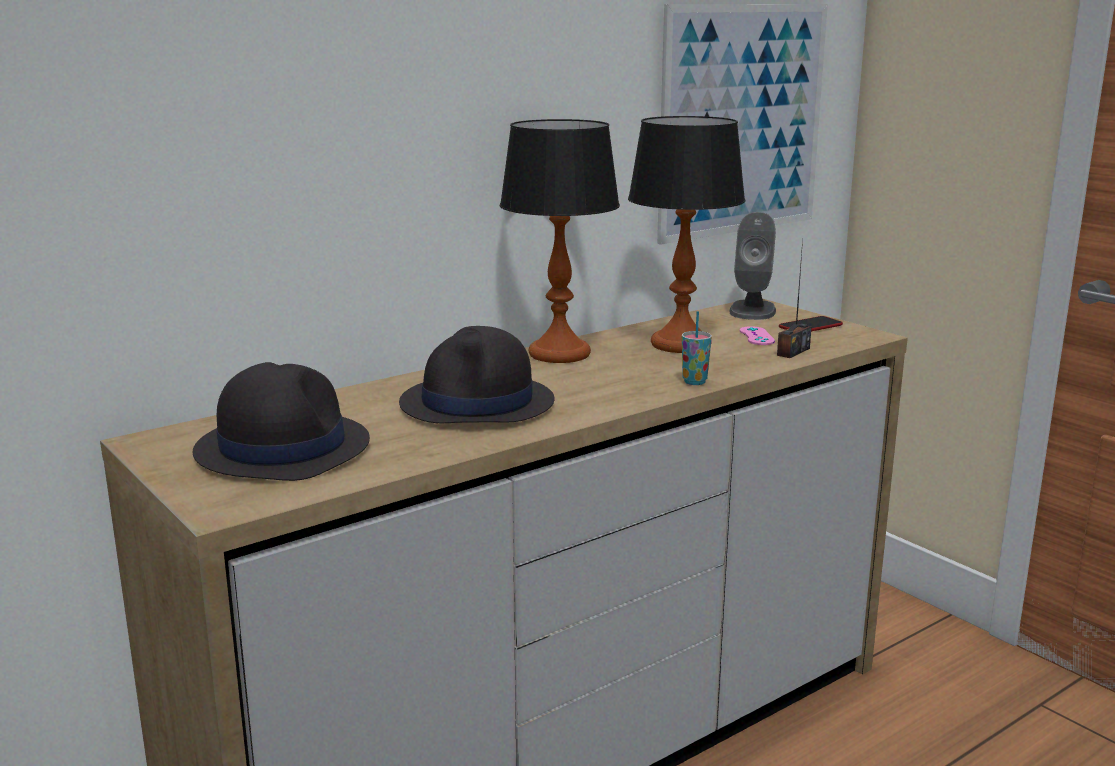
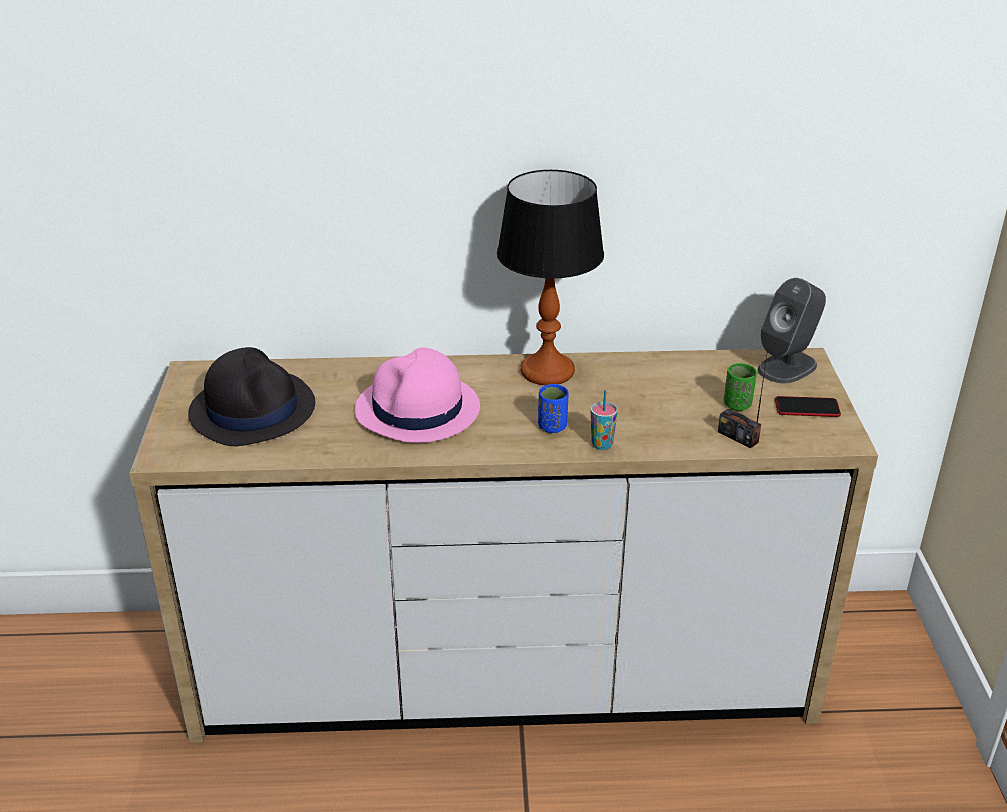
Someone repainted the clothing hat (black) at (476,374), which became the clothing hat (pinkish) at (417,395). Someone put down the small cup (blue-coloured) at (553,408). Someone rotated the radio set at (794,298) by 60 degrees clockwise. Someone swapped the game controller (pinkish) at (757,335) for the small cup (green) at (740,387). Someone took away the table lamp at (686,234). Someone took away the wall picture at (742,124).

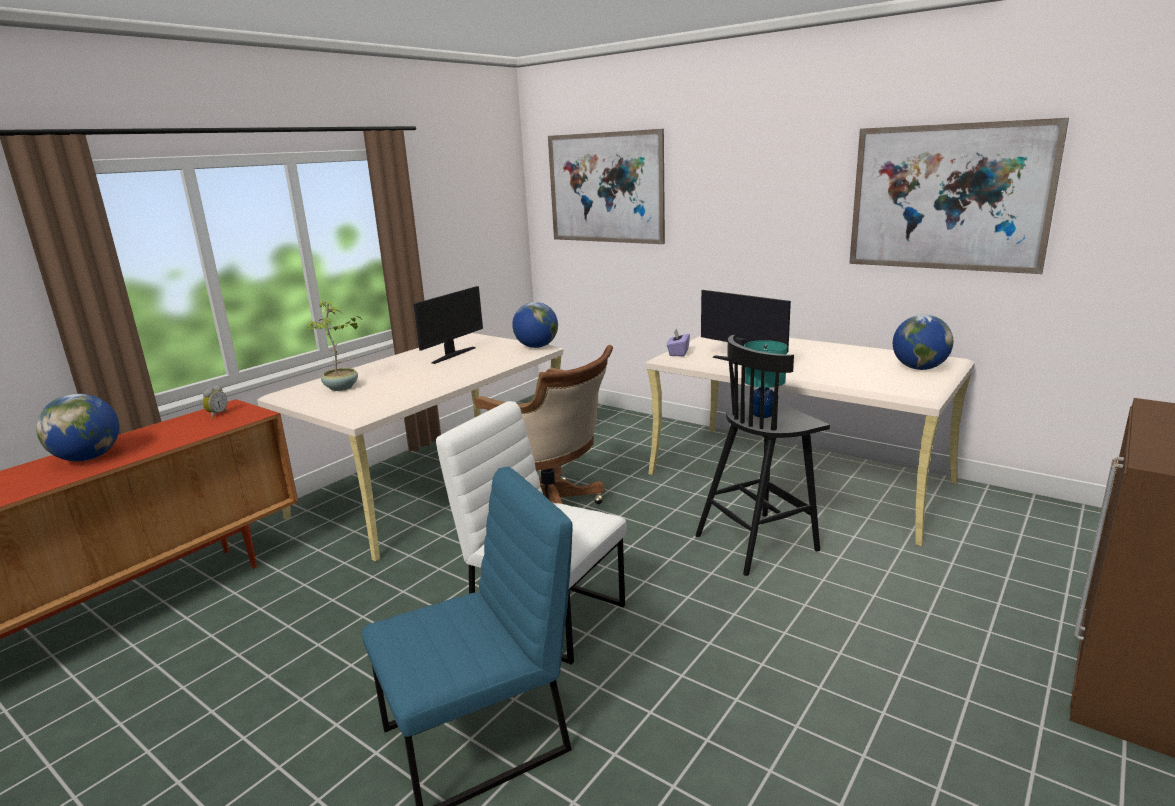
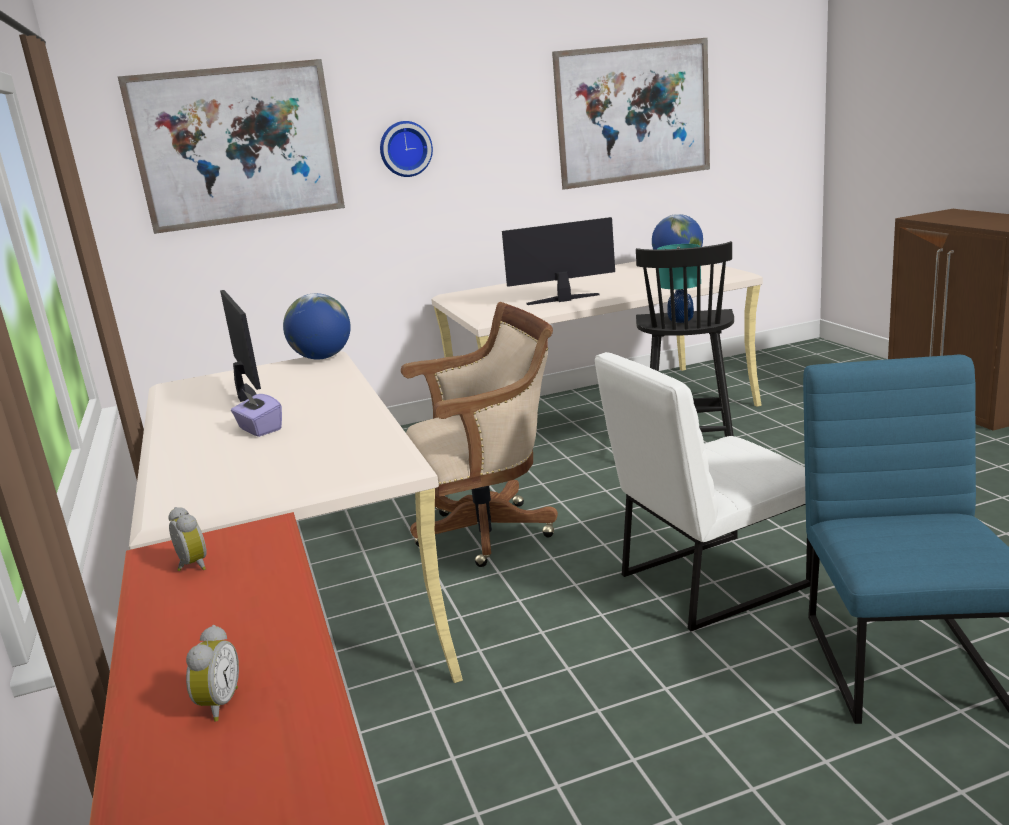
Someone swapped the world globe at (77,427) for the bedside clock at (212,673). Someone carried the tissue holder (purplish) from (678,342) to (256,414). Someone put up the wall clock at (406,149). Someone took away the houseplant at (333,346).

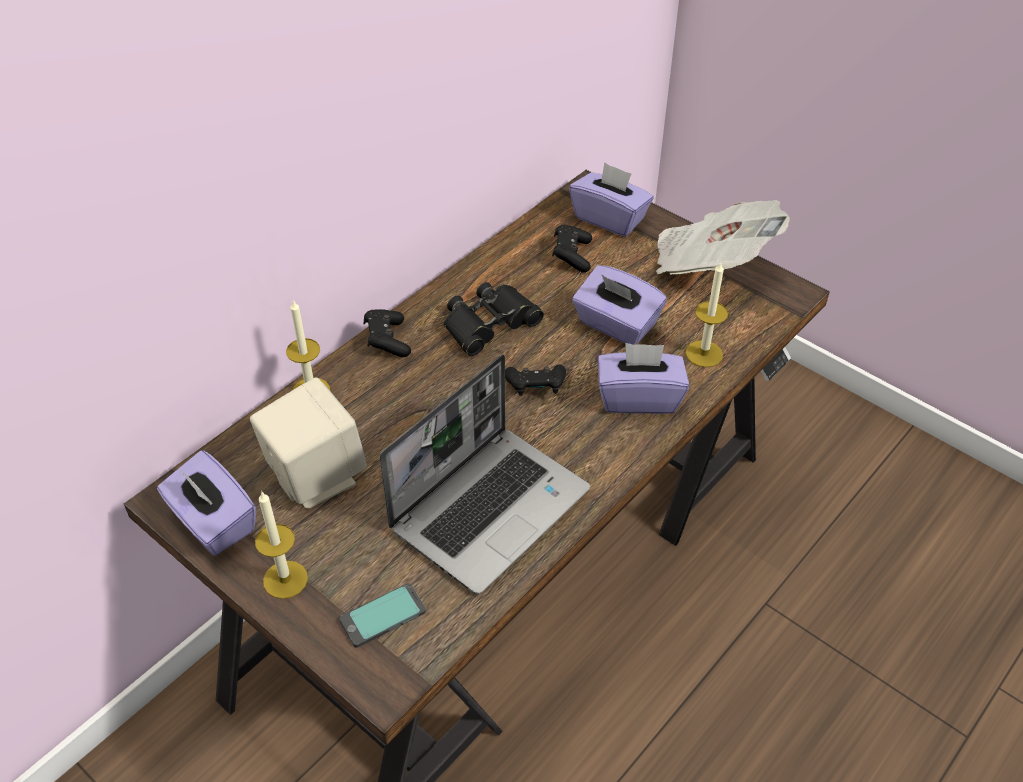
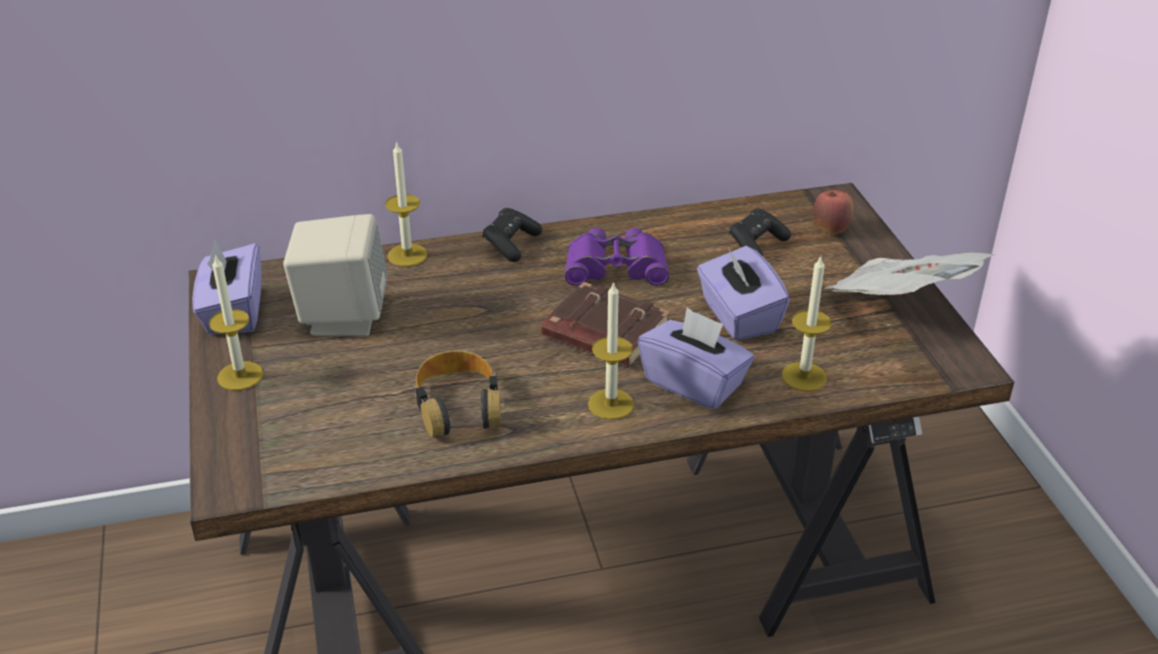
Someone swapped the notebook computer at (485,474) for the pair of headphones at (457,393). Someone swapped the game controller (black) at (535,380) for the volume (brown) at (605,324). Someone repainted the field glasses (black) at (494,319), which became the field glasses (purplish) at (616,257). Someone put down the wax candle at (611,350). Someone swapped the tissue holder (purplish) at (611,199) for the apple at (833,212). Someone took away the handset at (382,615).

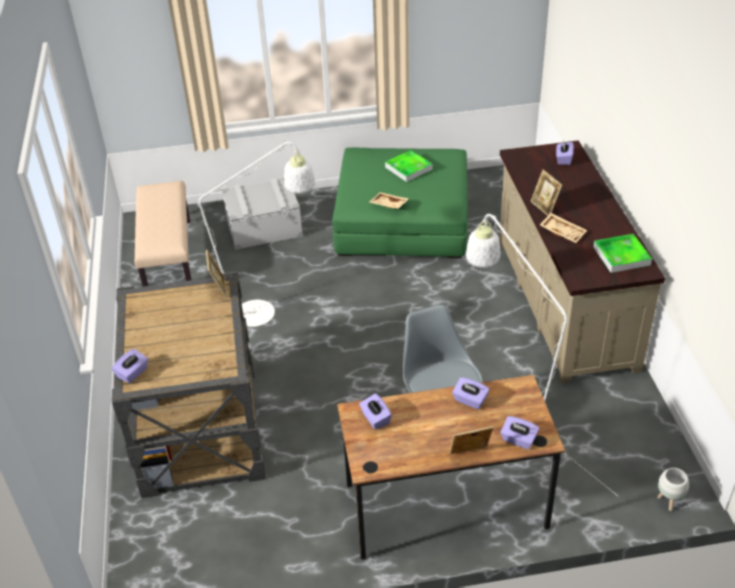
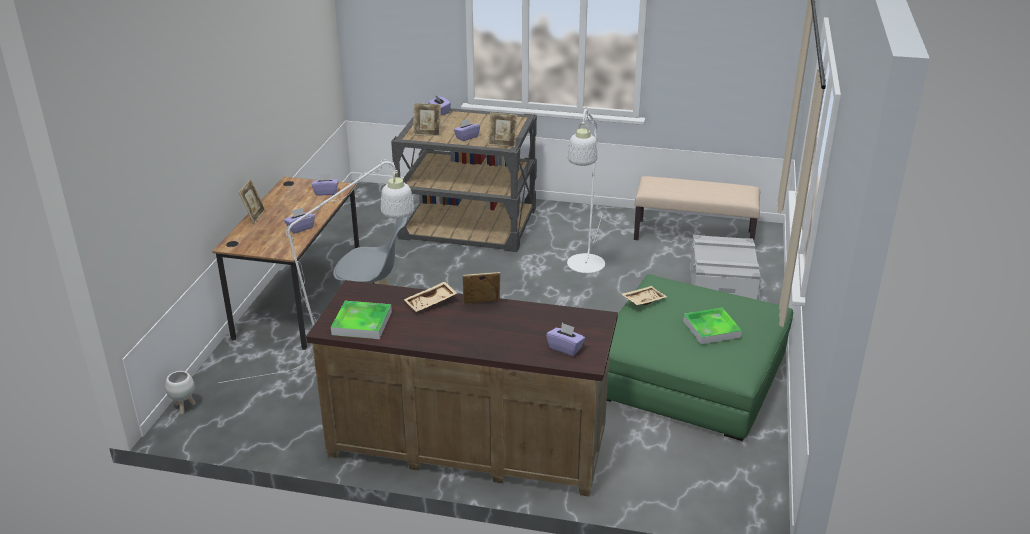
Someone put down the picture frame at (427,119). Someone carried the tissue holder (purplish) from (520,432) to (467,130).

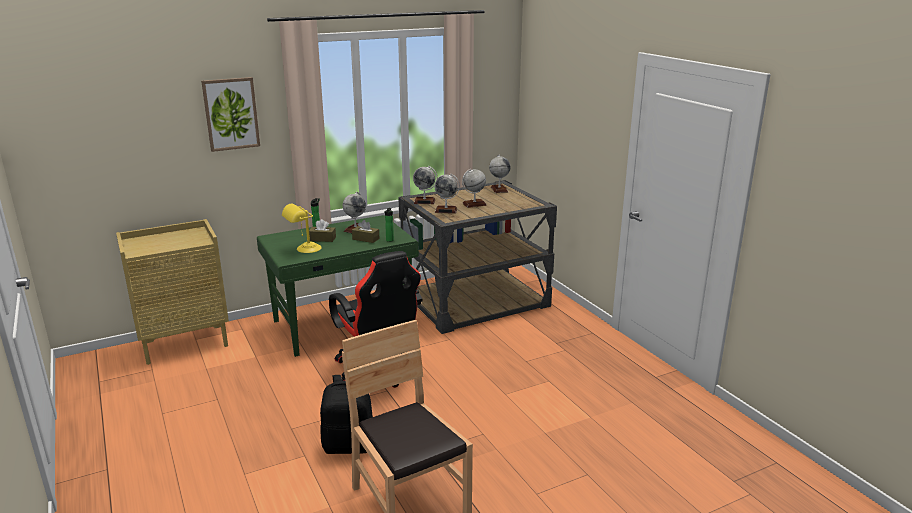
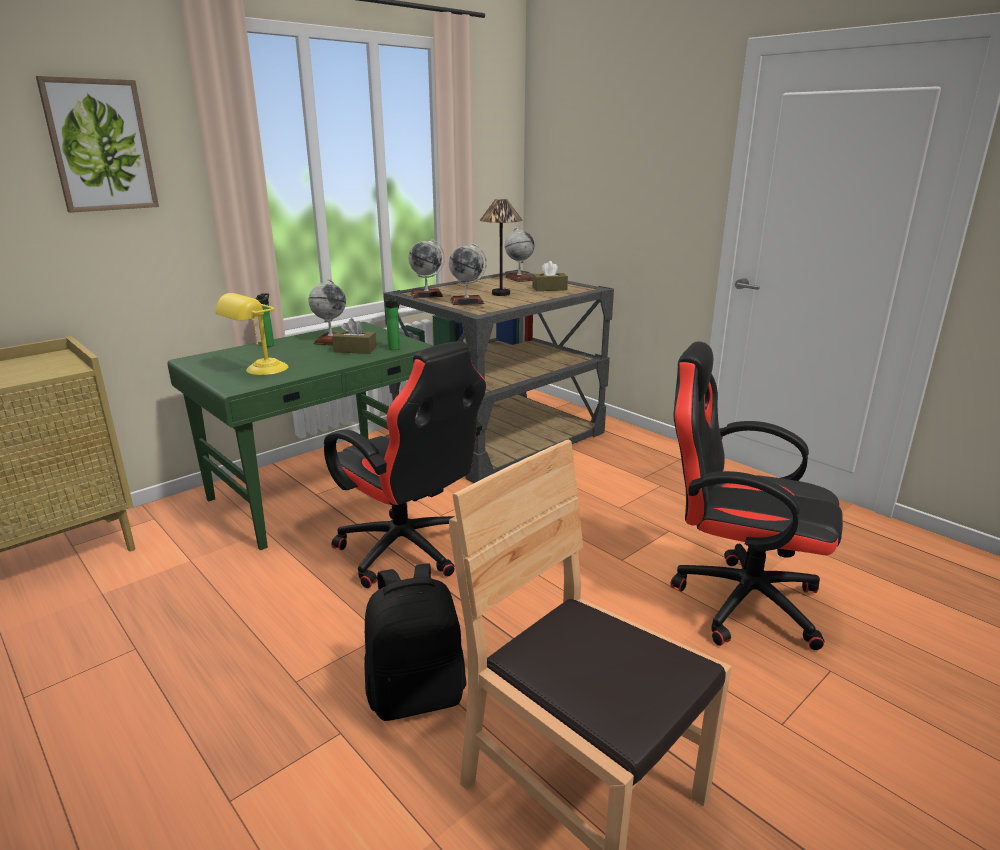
Someone swapped the world globe at (474,188) for the table lamp at (501,247). Someone carried the tissue holder (brown) from (322,230) to (550,276). Someone put down the office chair (black) at (757,495).

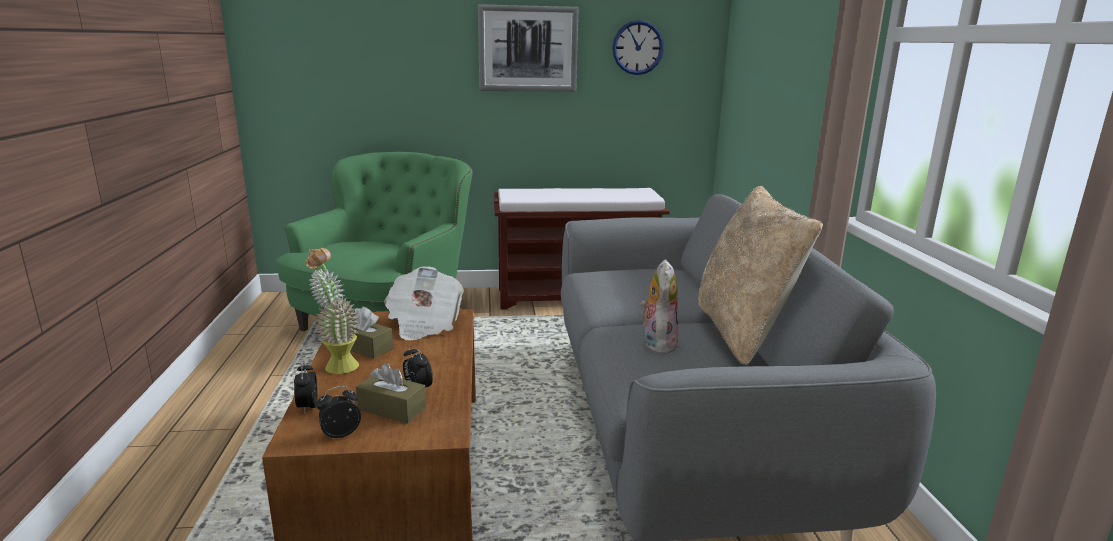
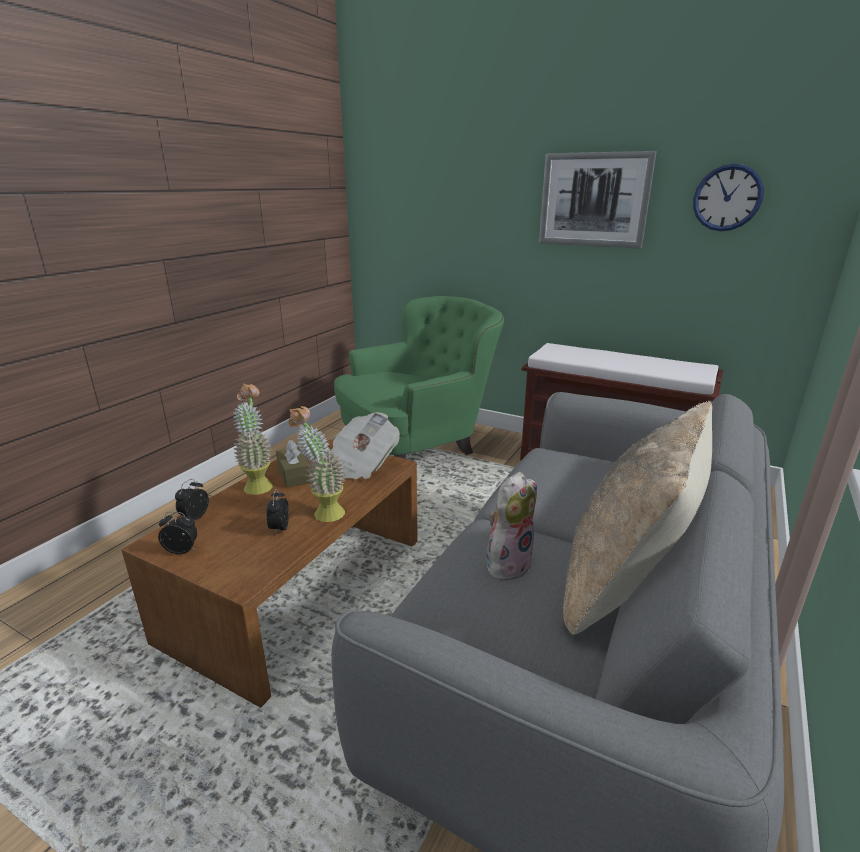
Someone put down the houseplant at (317,464). Someone took away the tissue holder (brown) at (391,393).

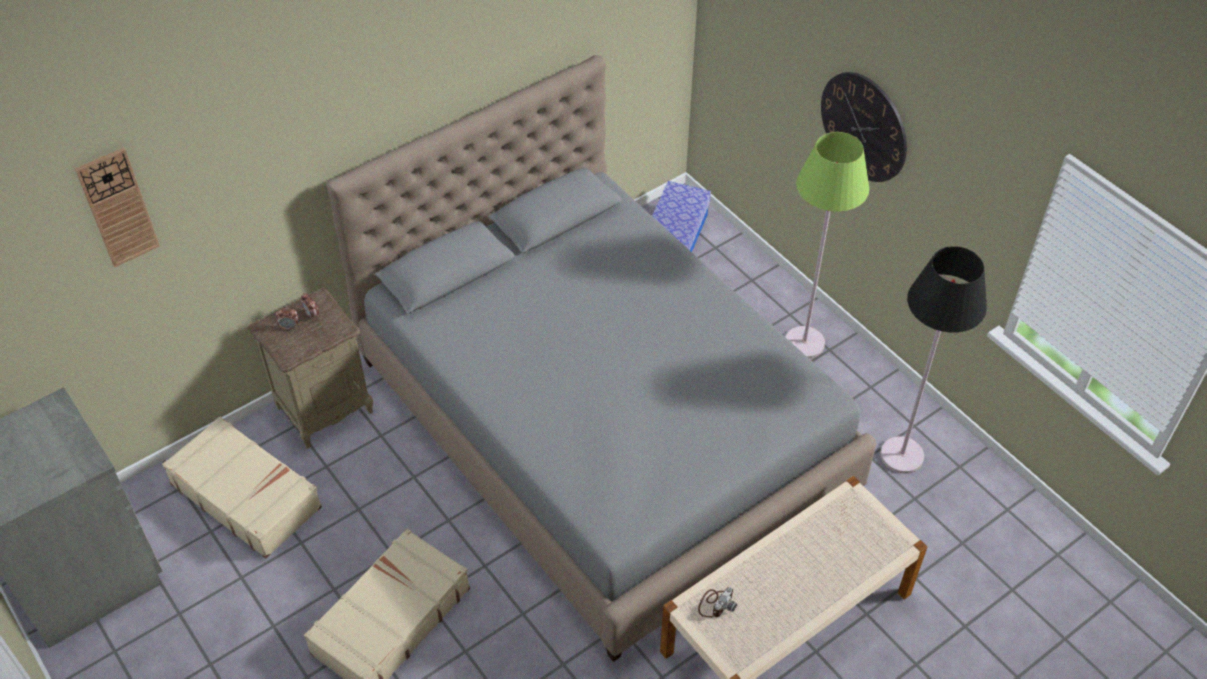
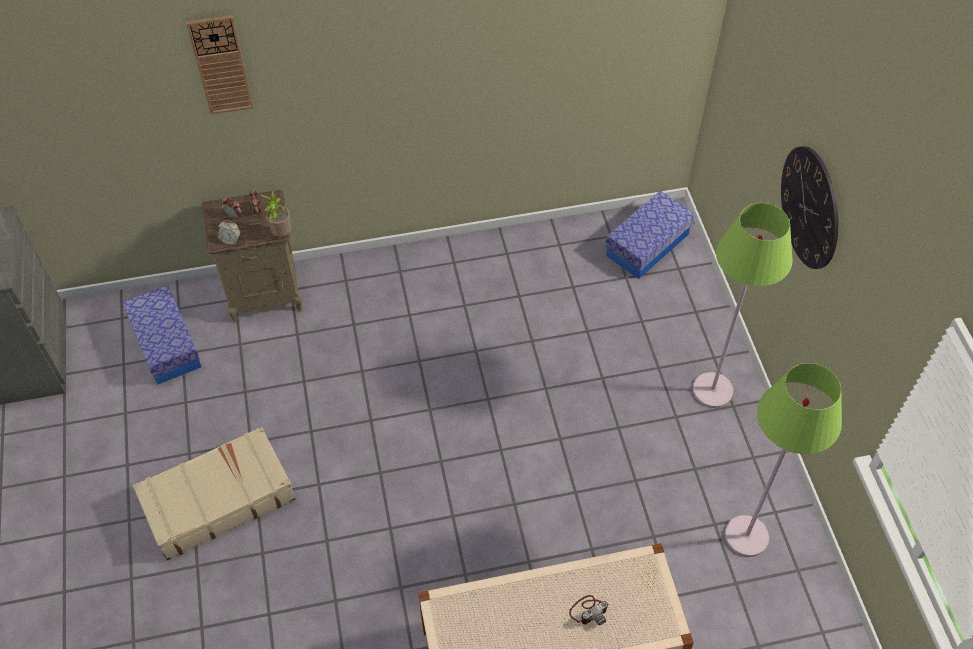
Someone swapped the suitcase (beige) at (242,488) for the storage box at (161,334). Someone carried the wall clock from (117,207) to (220,64). Someone put down the bedside clock at (228,232). Someone put down the houseplant at (276,213). Someone carried the photo camera from (717,602) to (589,610). Someone repainted the floor lamp (black) at (933,360), which became the floor lamp (green) at (783,460). Someone took away the sleeping bed (grey) at (601,358).

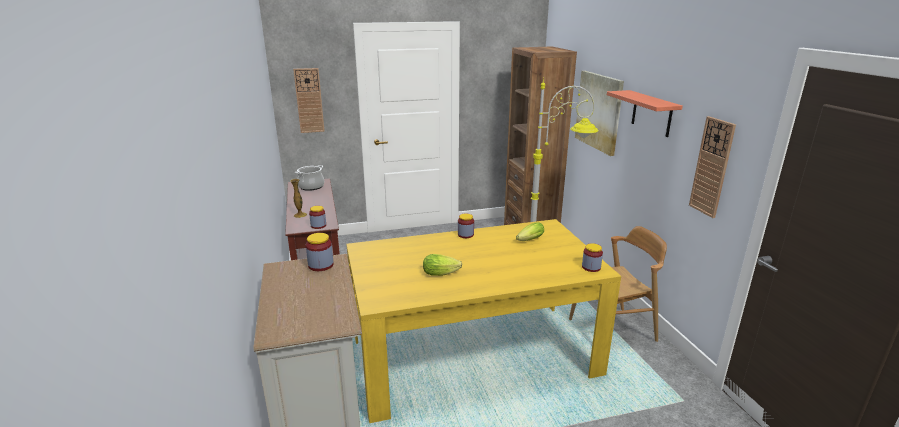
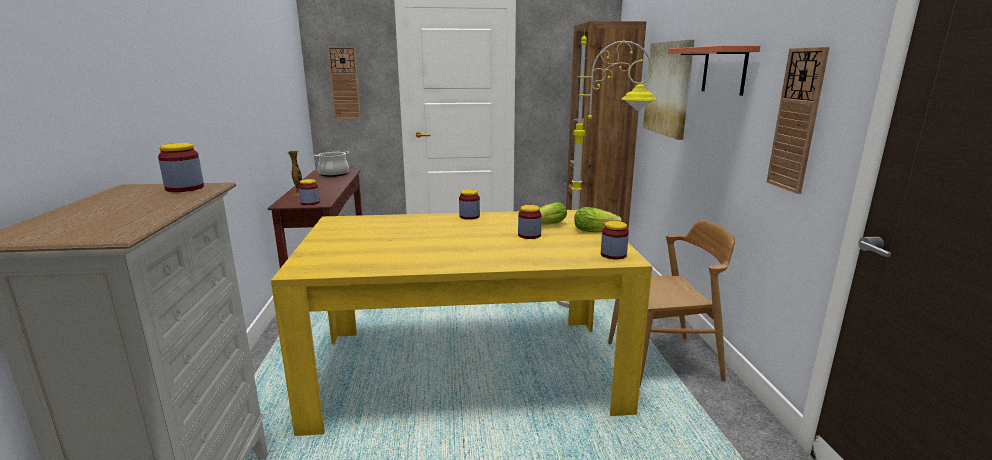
Someone put down the preserve jar at (530,222). Someone carried the lettuce head from (442,265) to (598,220).

